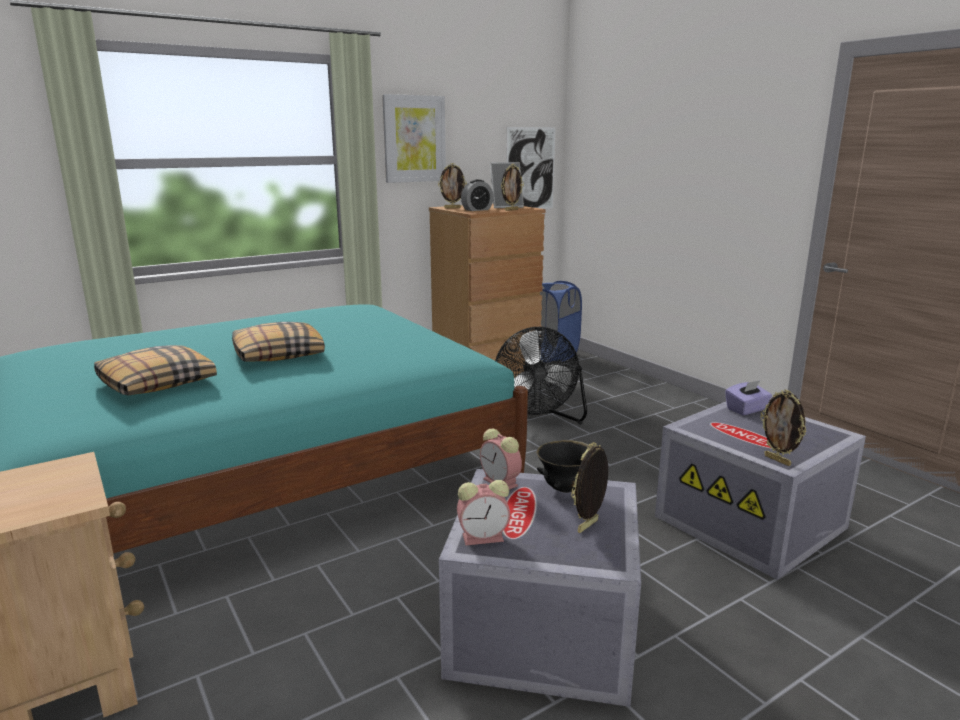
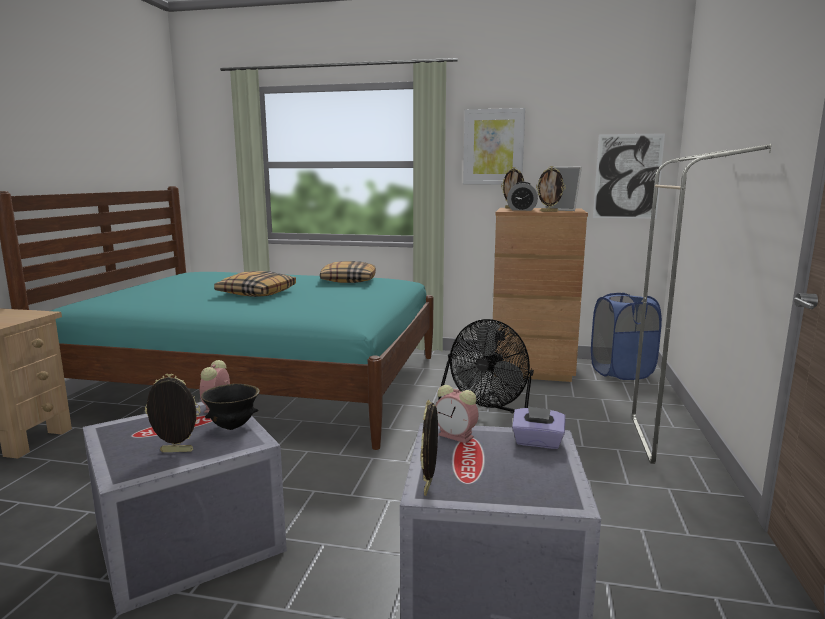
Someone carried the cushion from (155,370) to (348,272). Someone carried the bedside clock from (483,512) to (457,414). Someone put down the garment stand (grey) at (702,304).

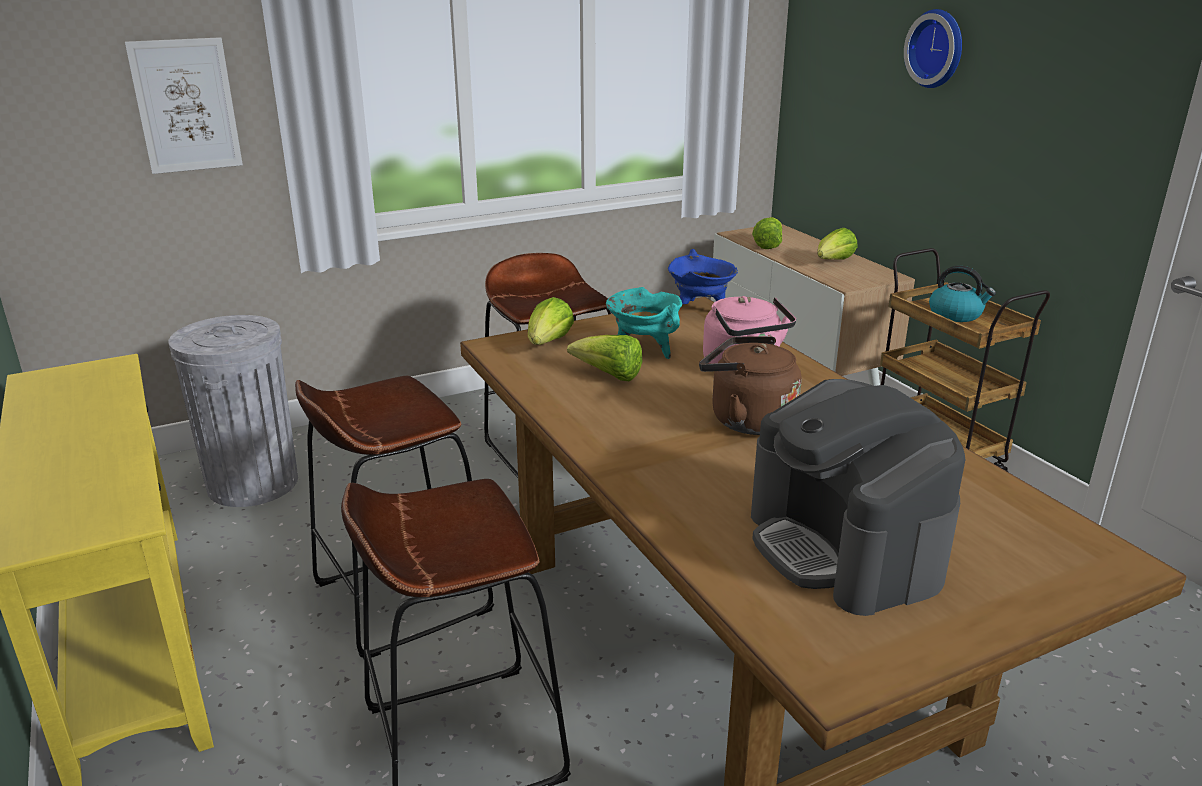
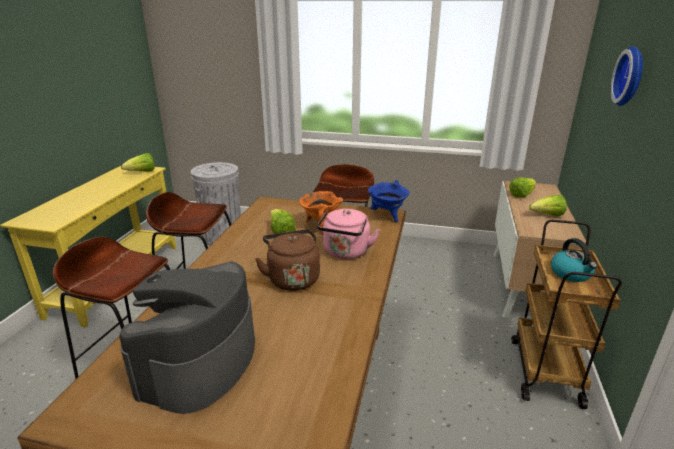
Someone carried the lettuce head from (551,321) to (138,162). Someone repainted the stockpot (turquoise) at (644,323), which became the stockpot (orange) at (321,213). Someone took away the wall picture at (184,105).

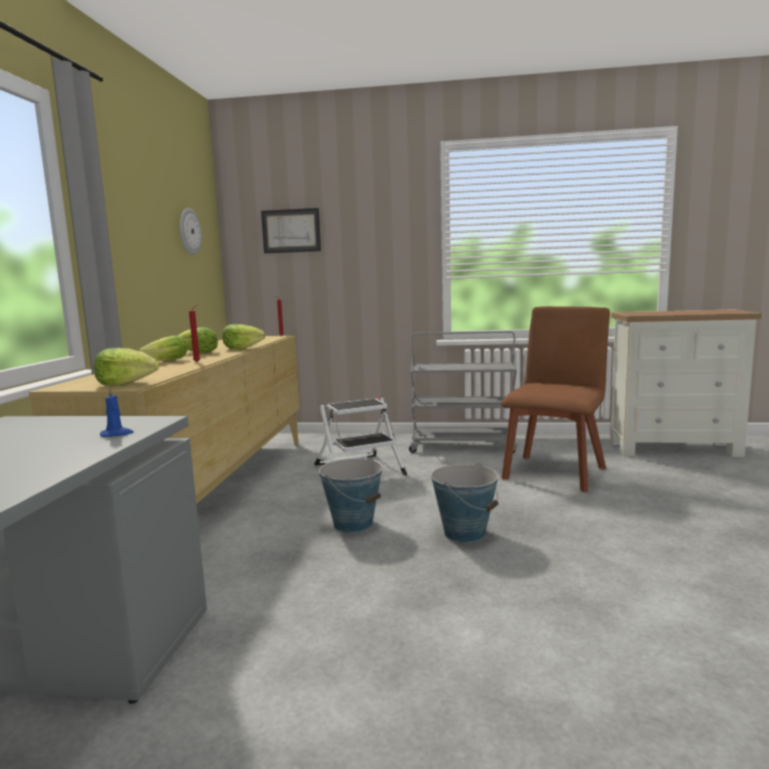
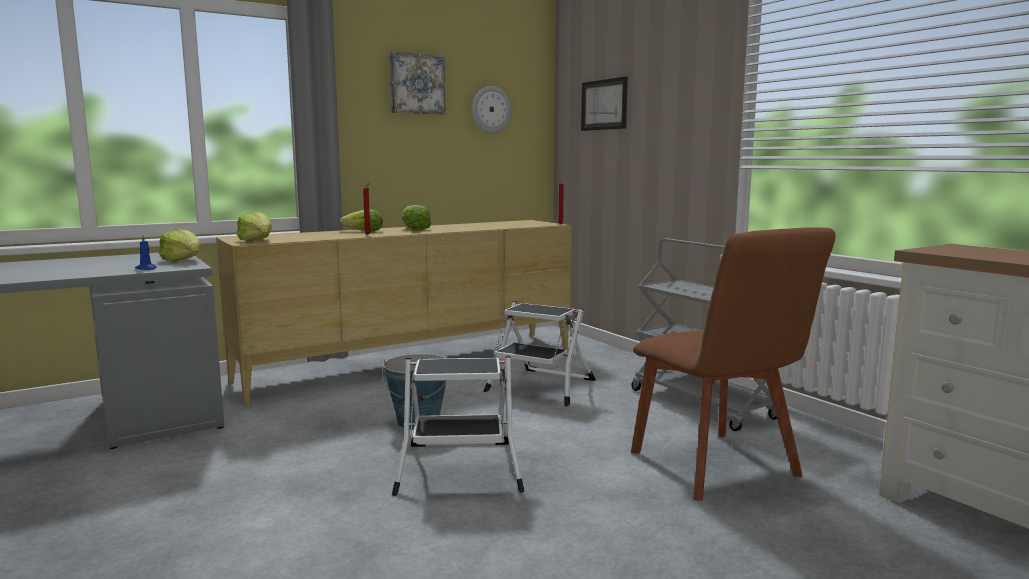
Someone carried the lettuce head from (243,336) to (179,245). Someone put up the wall picture at (417,83). Someone swapped the bucket at (465,503) for the stepladder at (458,426). Someone rotated the upright chair (brown) at (555,399) by 75 degrees clockwise.

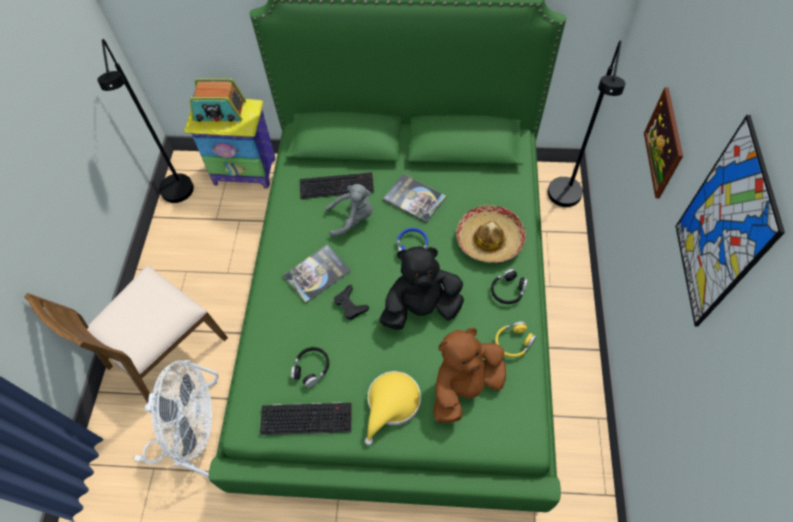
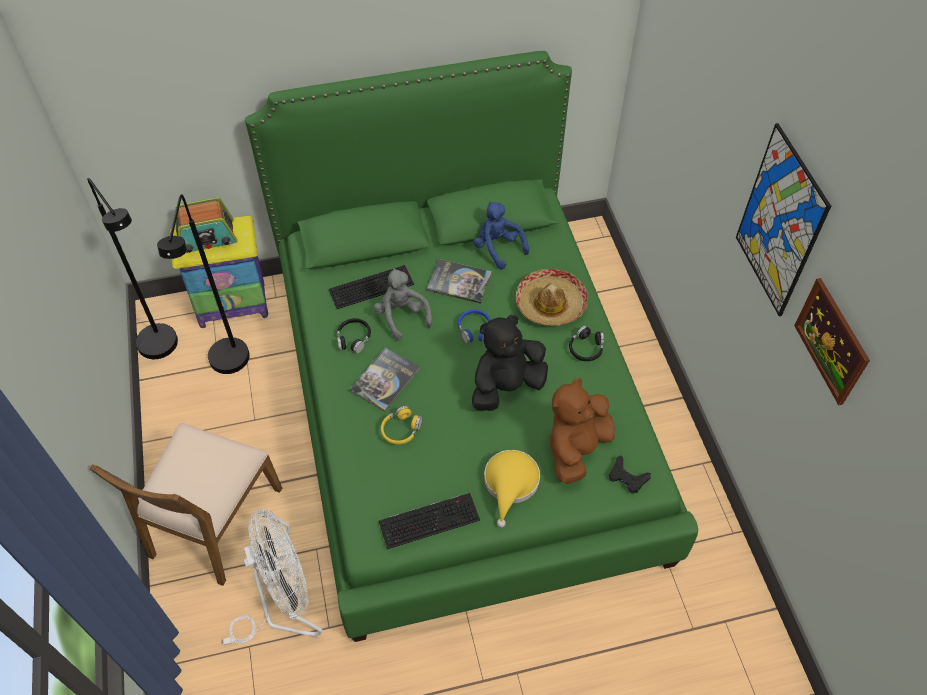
Someone carried the floor lamp (black) from (587,124) to (203,284). Someone carried the pair of headphones (black) from (310,367) to (354,335). Someone rotated the plush toy (grey) at (349,210) by 90 degrees counterclockwise. Someone carried the pair of headphones (yellow-coloured) from (515,339) to (401,425). Someone put down the plush toy (blue-coloured) at (501,236). Someone carried the game controller (black) from (351,302) to (630,474). Someone carried the wall picture from (663,143) to (832,342).

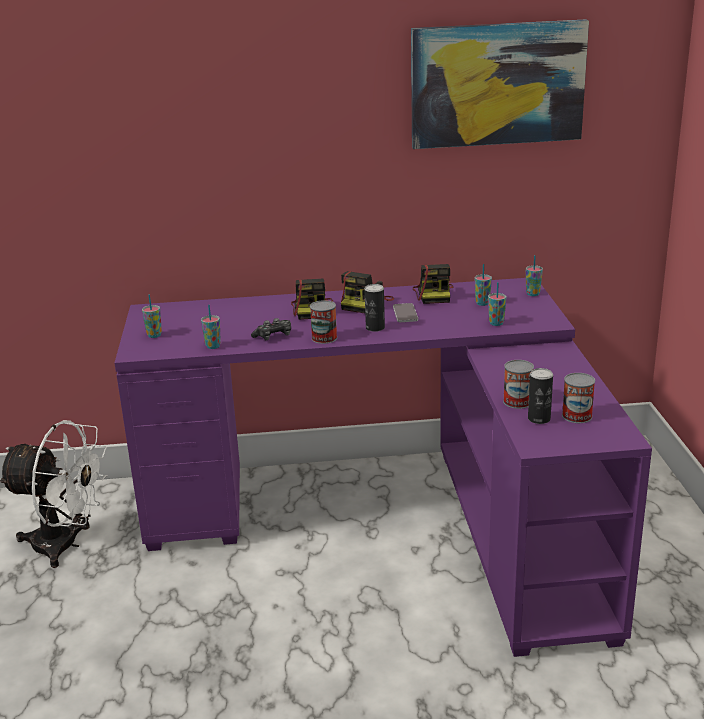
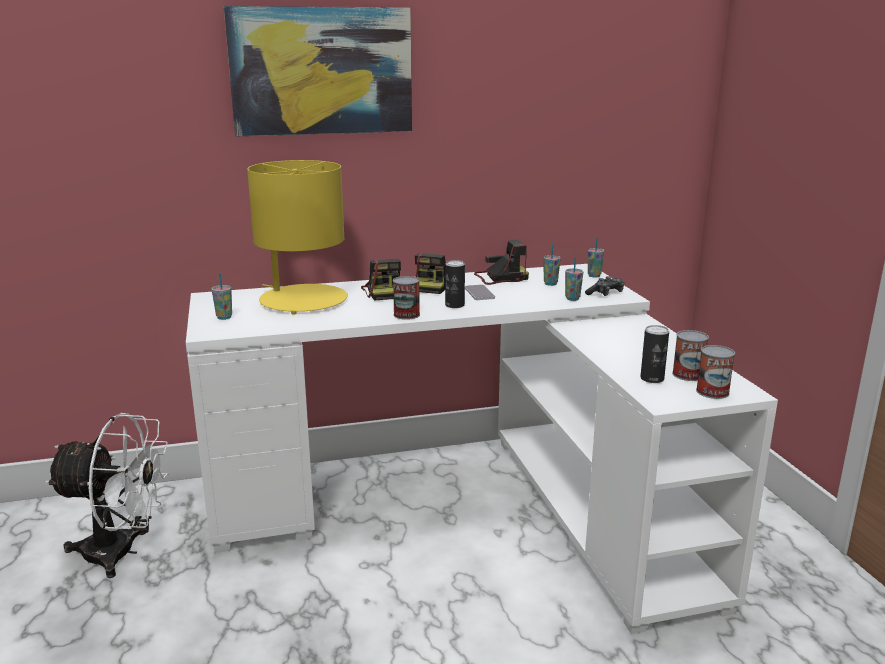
Someone repainted the desk unit (purplish) at (383,467), which became the desk unit (white-coloured) at (482,449). Someone carried the wall picture from (500,84) to (318,71). Someone put down the table lamp (yellow-coloured) at (297,237). Someone rotated the photo camera at (433,284) by 90 degrees counterclockwise. Someone carried the game controller from (271,329) to (605,286). Someone carried the sealed can from (518,384) to (715,372). Someone took away the small cup at (211,327).

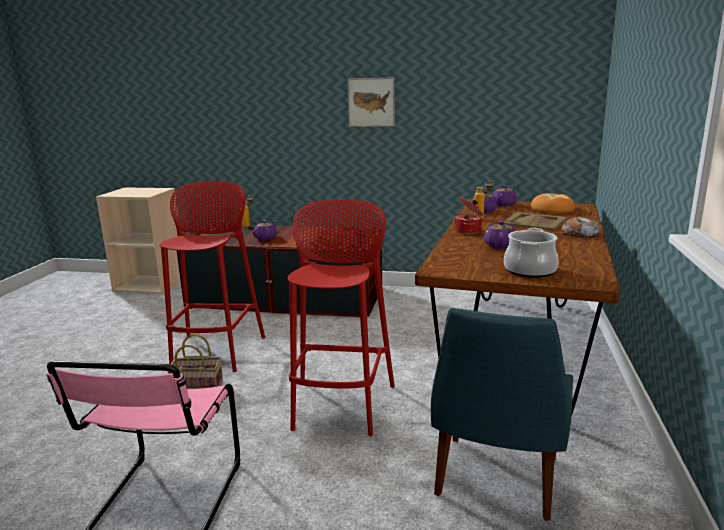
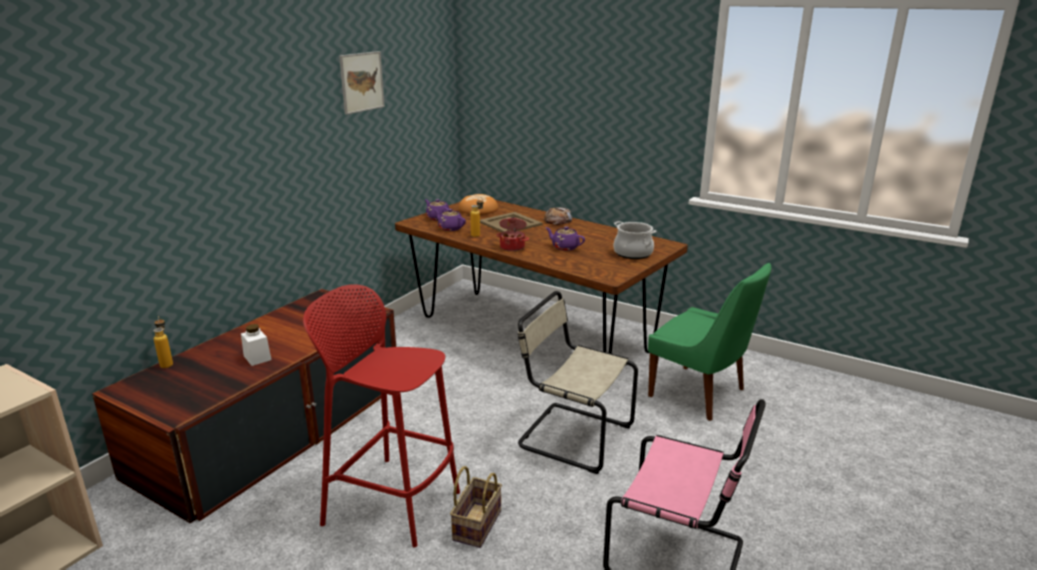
Someone swapped the tea pot (purplish) at (265,230) for the preserve jar (white-coloured) at (256,345). Someone carried the wall picture from (371,102) to (362,83). Someone swapped the sitting stool (reddish) at (341,317) for the upright chair (beige) at (578,382). Someone repainted the upright chair (blue-coloured) at (502,414), which became the upright chair (green) at (709,342).

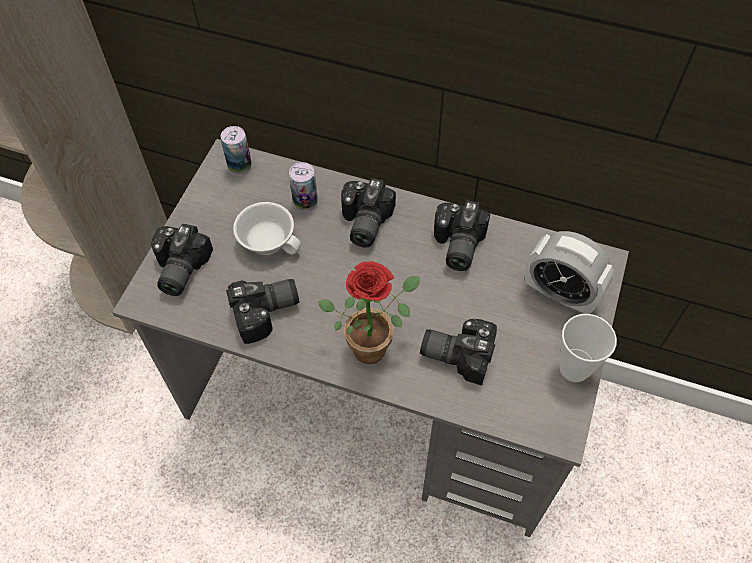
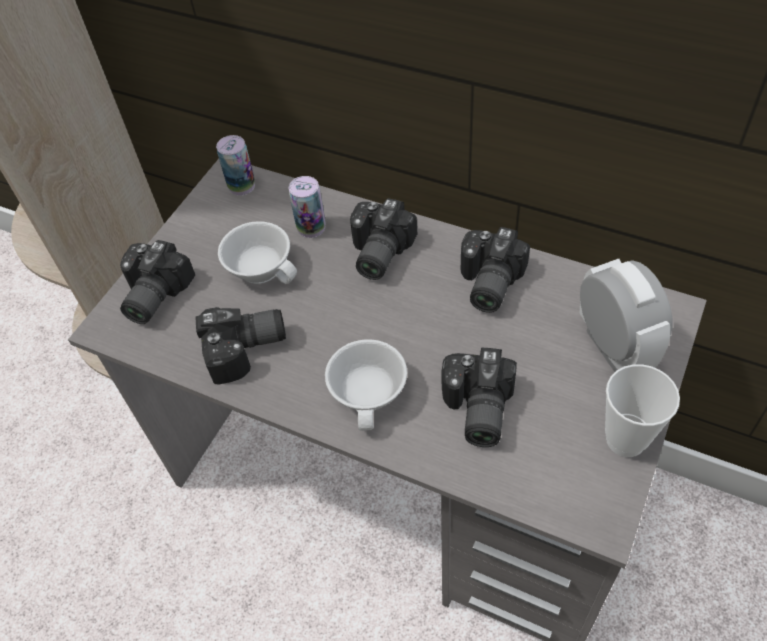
Someone swapped the houseplant at (369,312) for the small cup (white-coloured) at (366,385). Someone rotated the photo camera at (458,352) by 105 degrees counterclockwise. Someone rotated the bedside clock at (569,272) by 150 degrees counterclockwise.

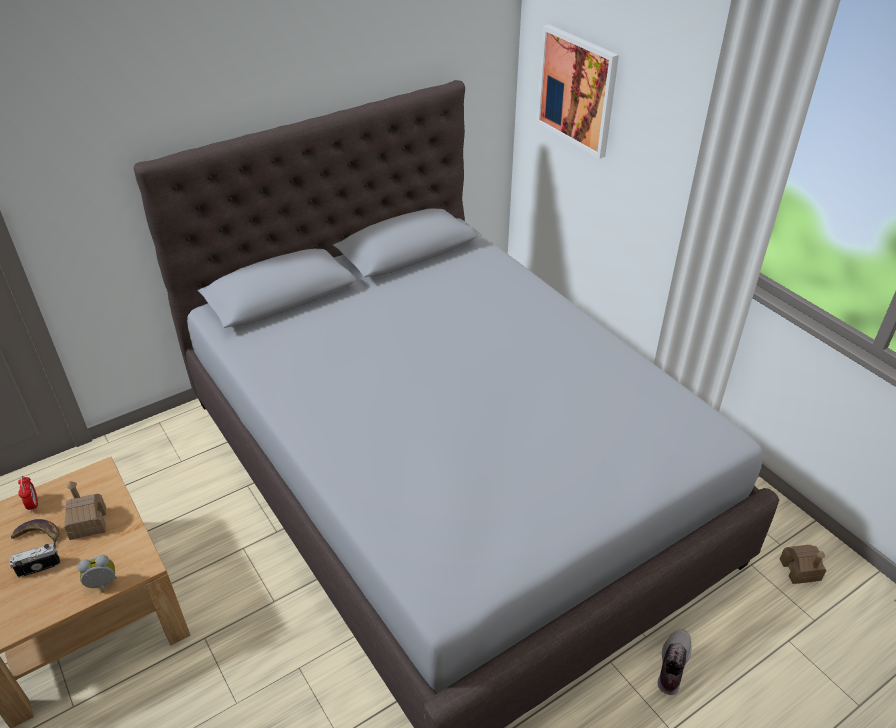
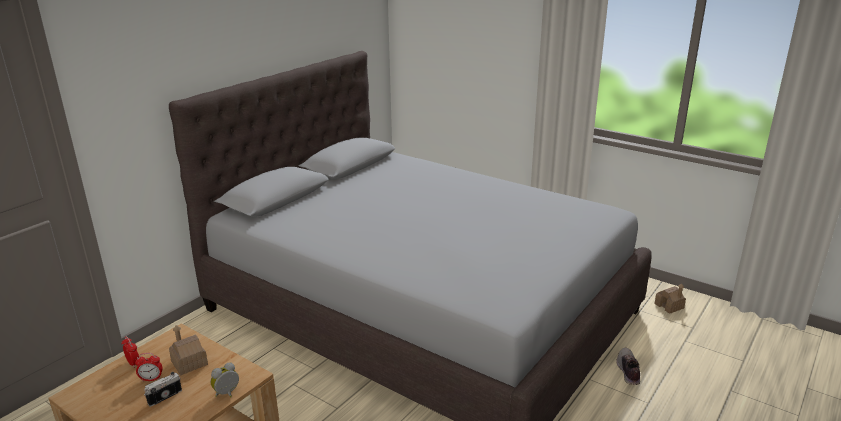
Someone swapped the banana fruit at (35,534) for the bedside clock at (149,367). Someone took away the wall picture at (577,92).

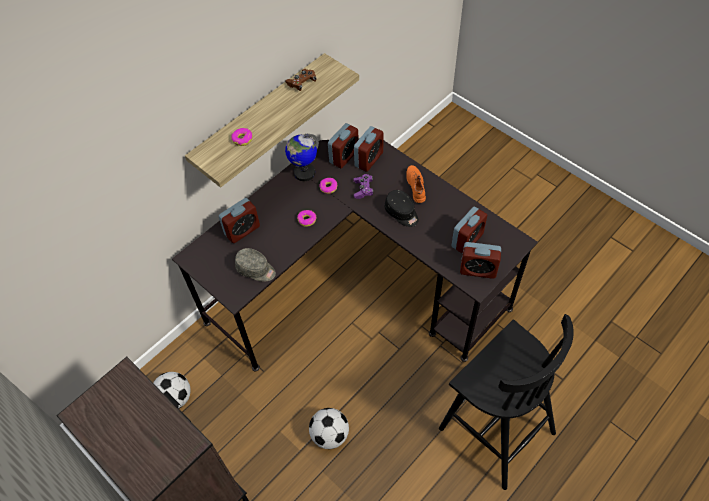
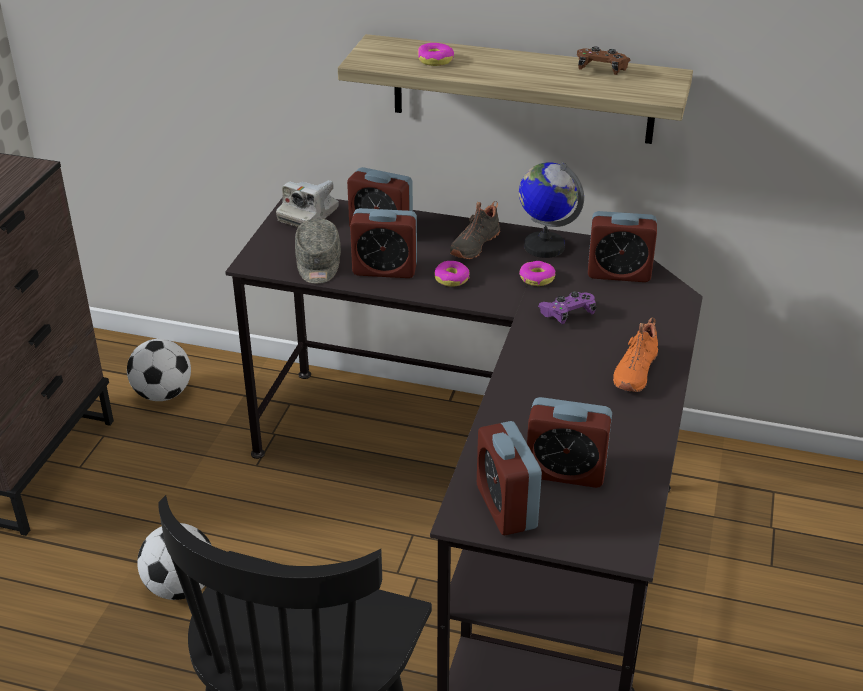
Someone put down the photo camera at (307,204). Someone carried the bedside clock from (368,149) to (383,243). Someone put down the item of footwear (black) at (475,230). Someone rotated the item of footwear (orange) at (416,184) by 150 degrees clockwise. Someone took away the cap (black) at (402,208).

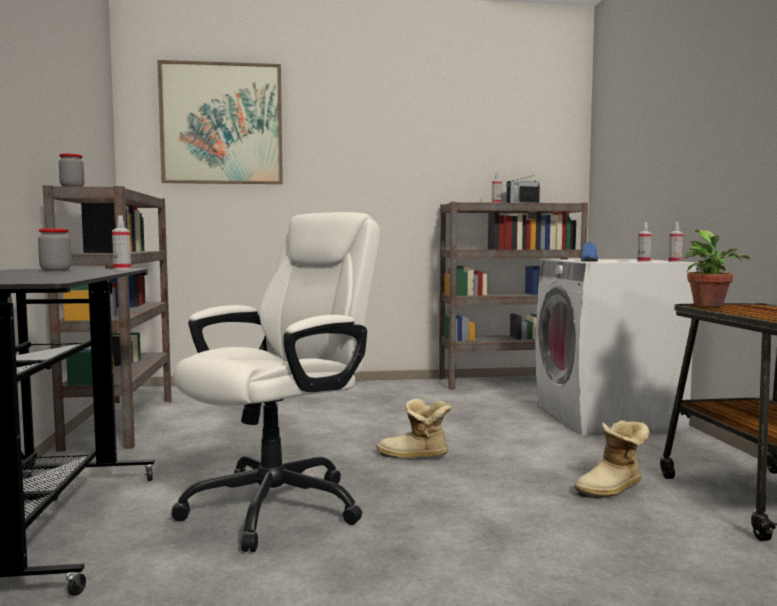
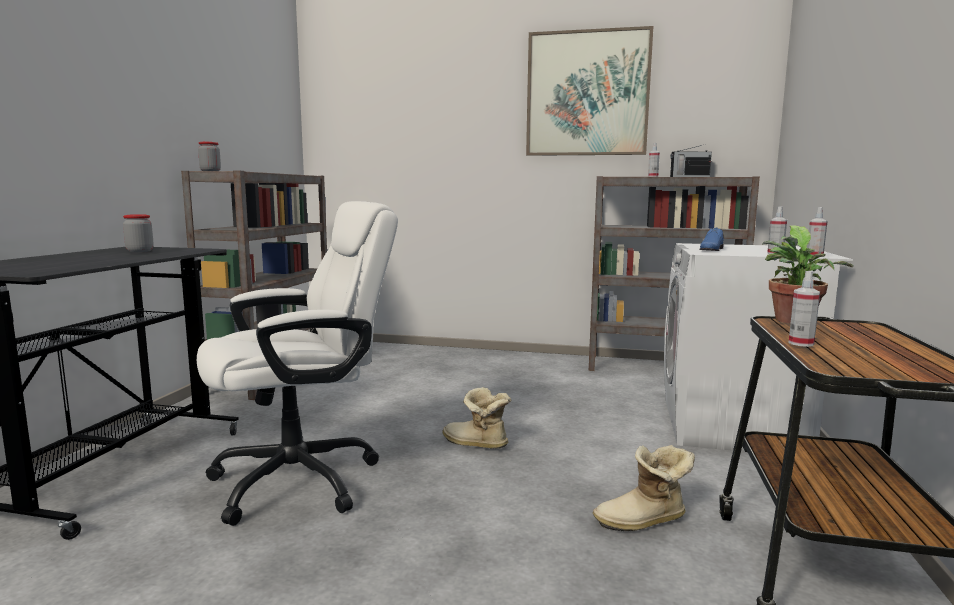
Someone carried the wall picture from (220,122) to (589,91). Someone carried the spray bottle from (121,242) to (804,309).

